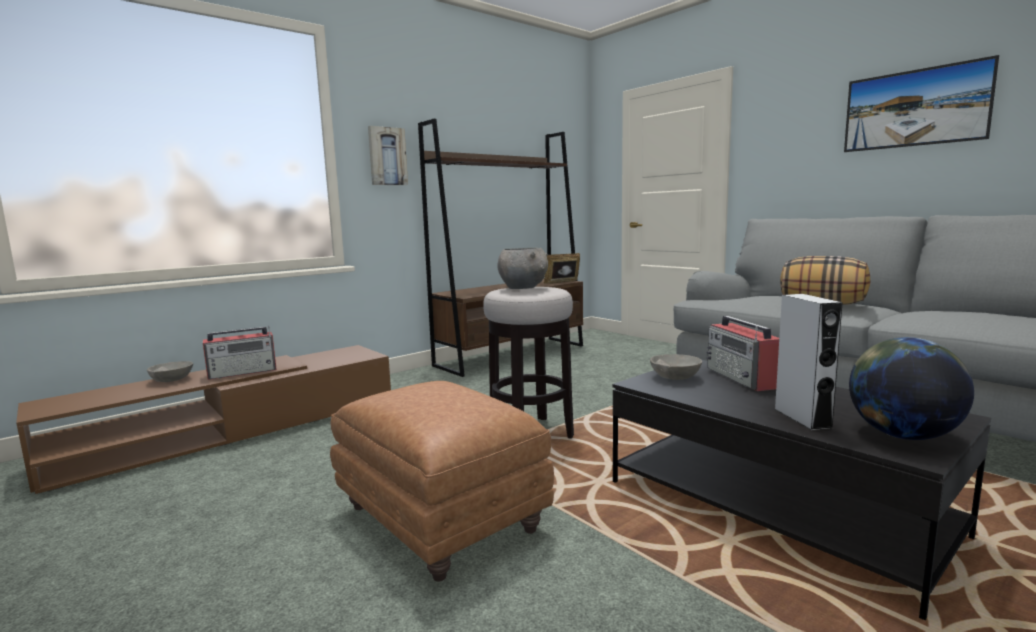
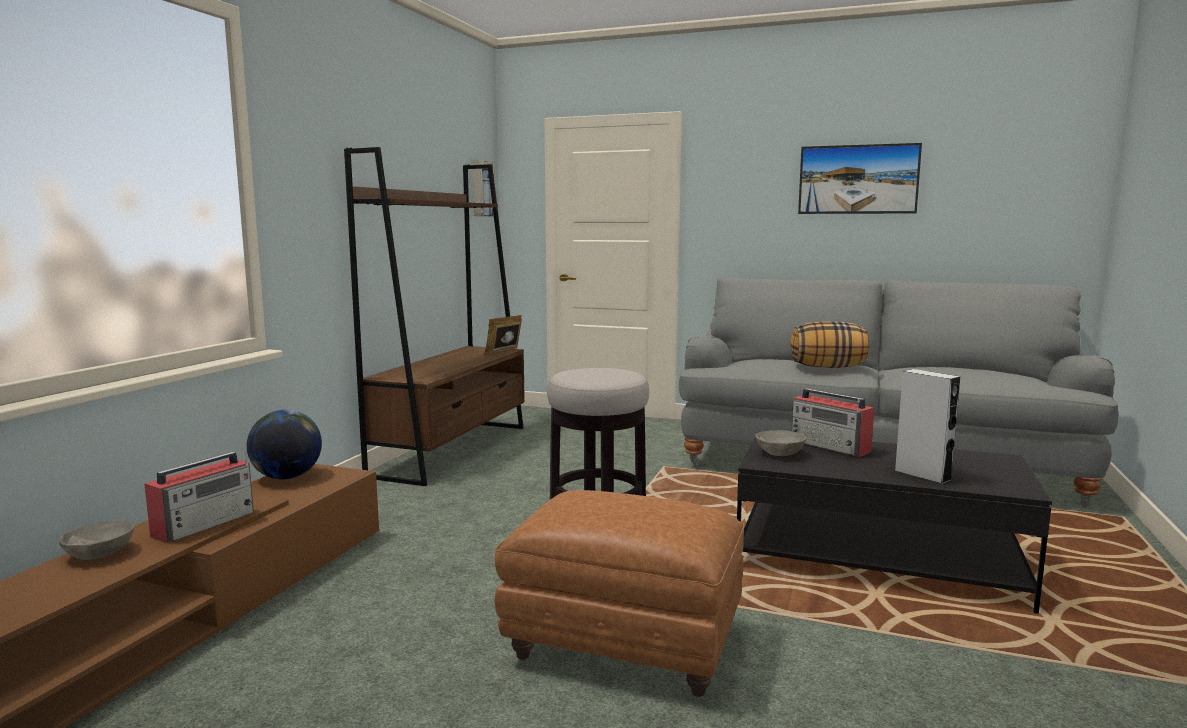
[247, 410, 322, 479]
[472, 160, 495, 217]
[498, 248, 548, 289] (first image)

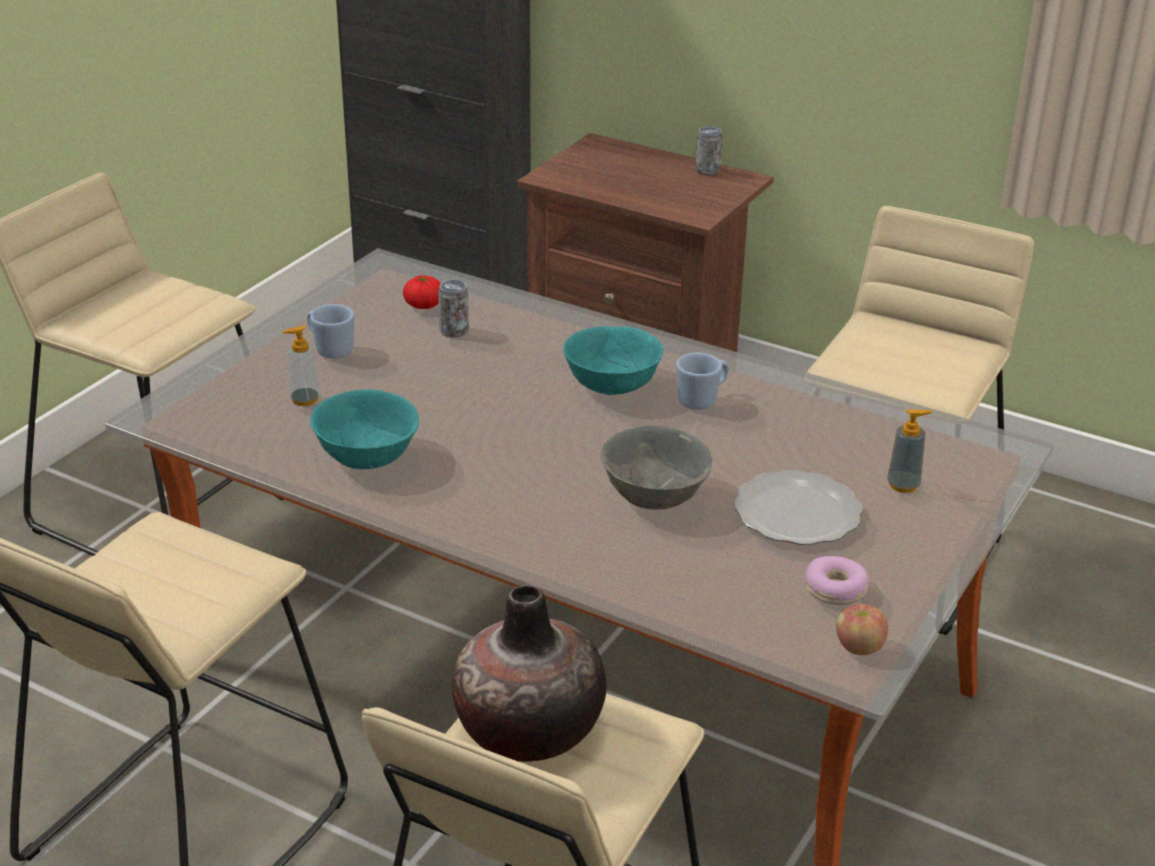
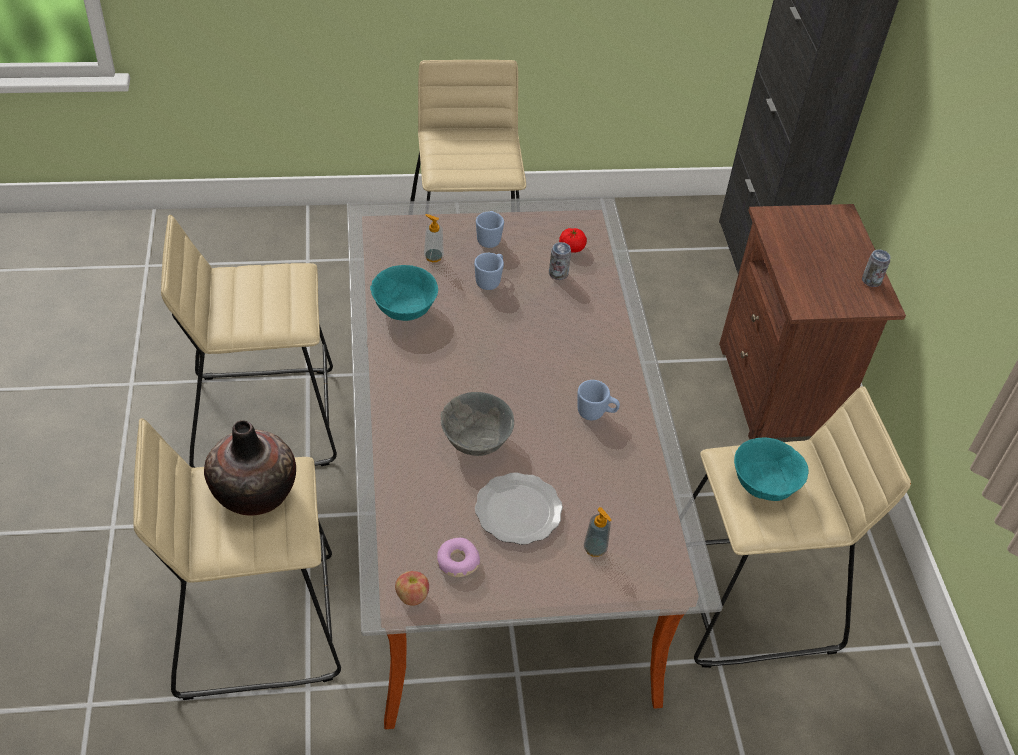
[474, 253, 504, 290]
[734, 437, 809, 501]

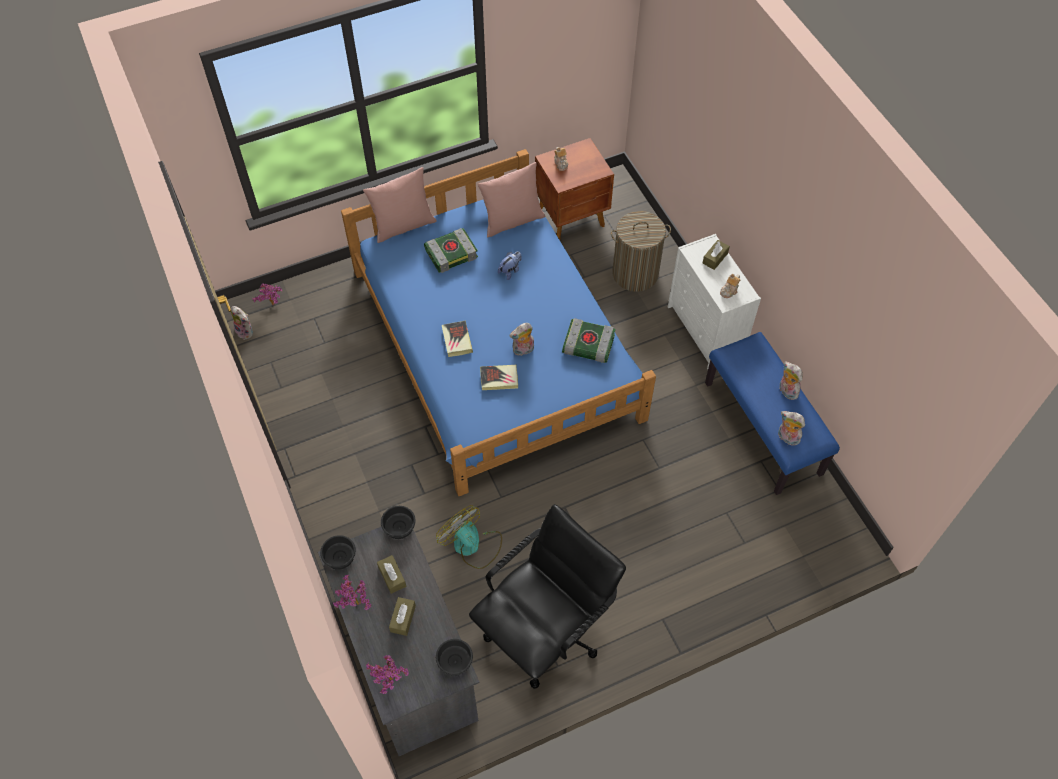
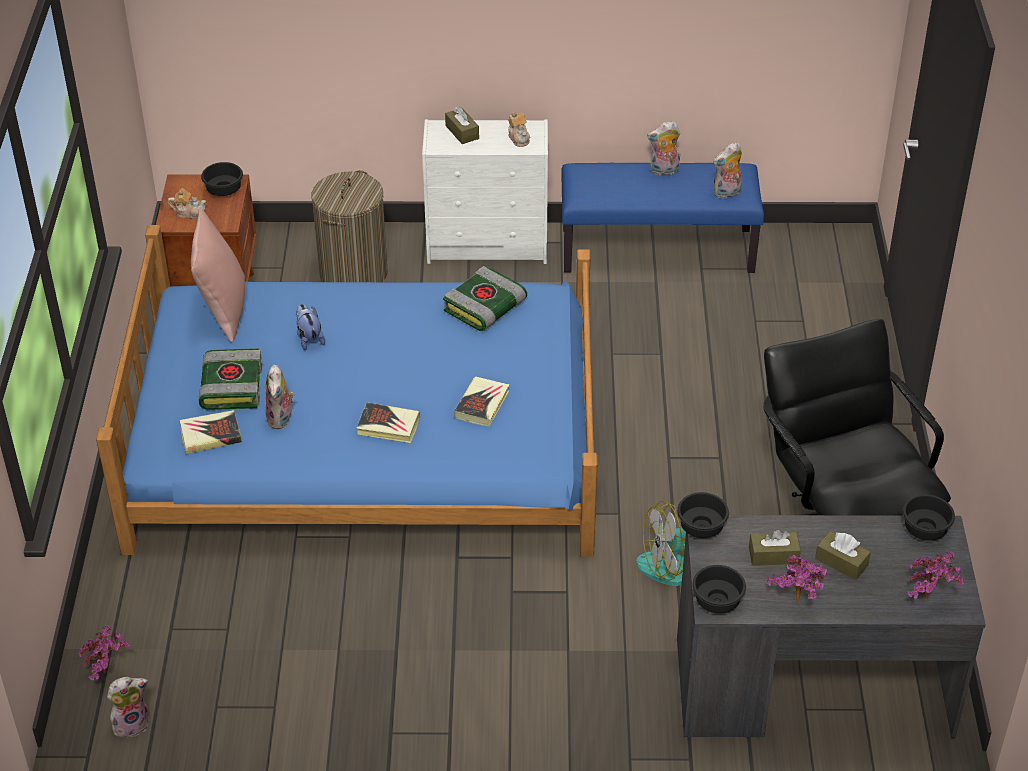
[180, 410, 242, 454]
[201, 162, 243, 196]
[265, 364, 294, 429]
[363, 167, 437, 243] (first image)

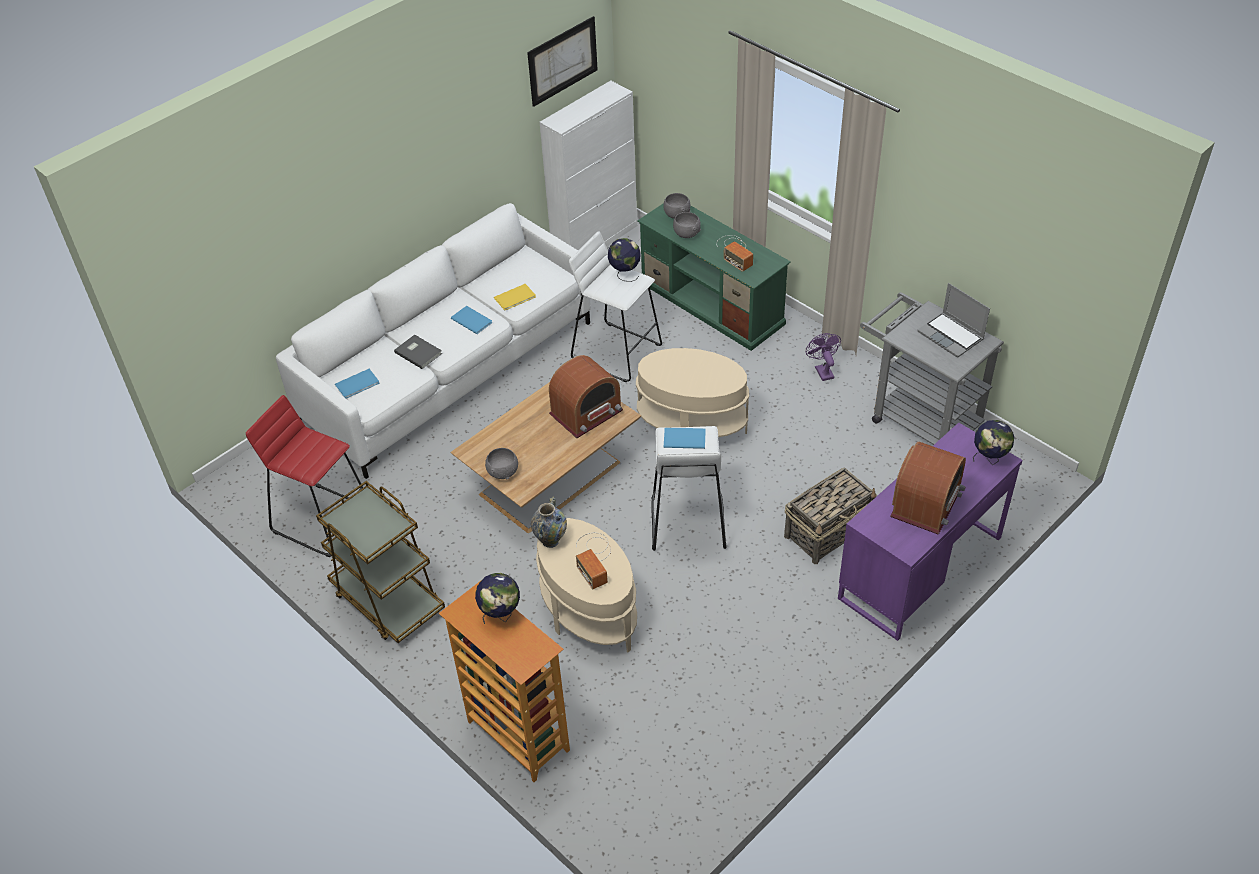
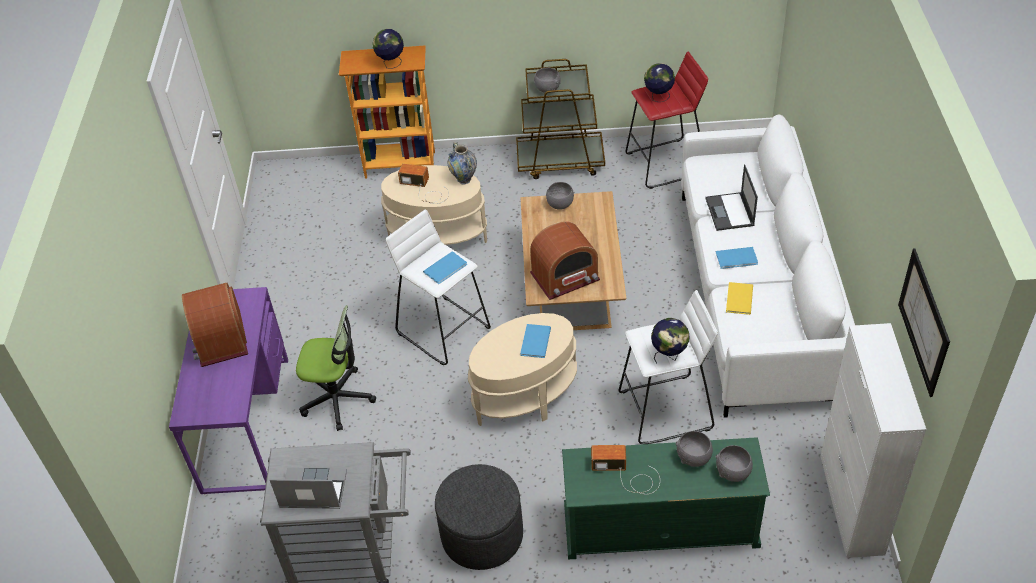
[296, 305, 376, 431]
[435, 464, 523, 570]
[520, 324, 551, 358]
[530, 221, 600, 300]
[534, 68, 561, 93]
[644, 63, 675, 102]
[705, 164, 758, 231]

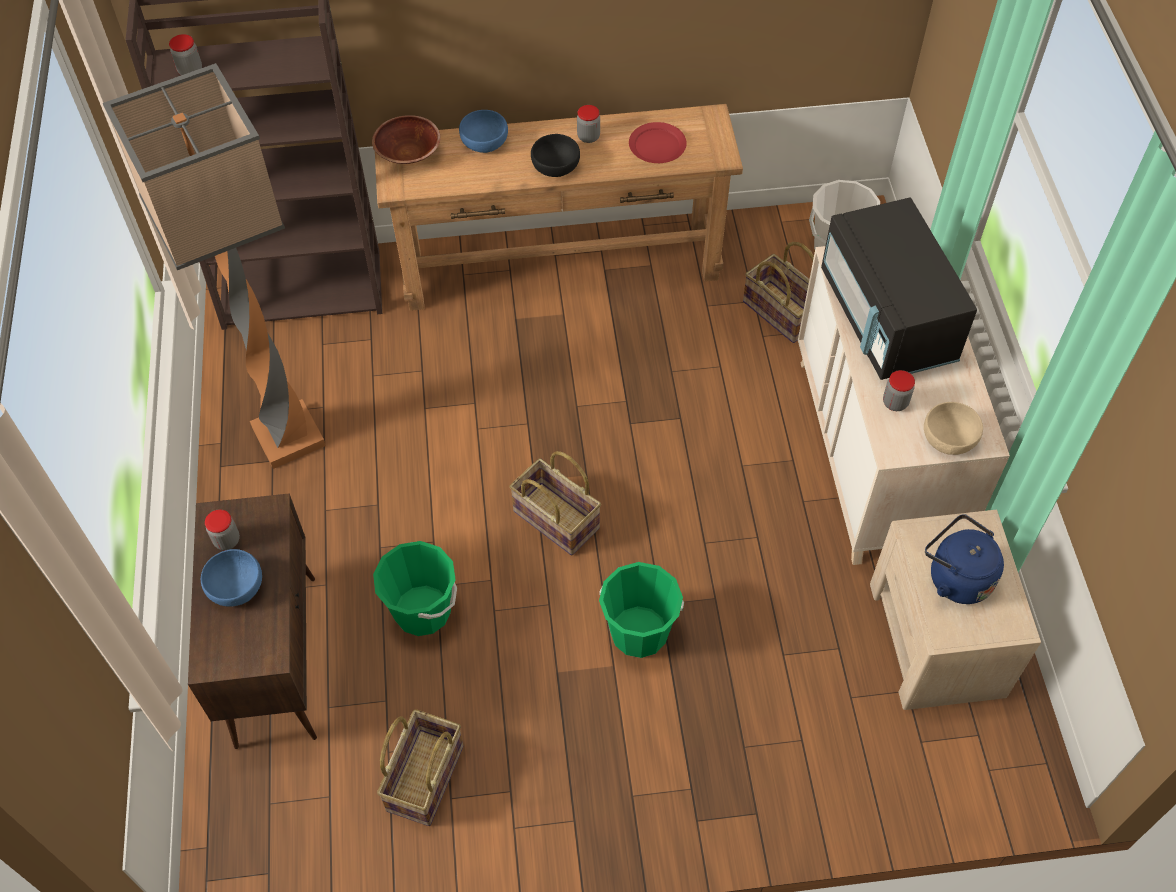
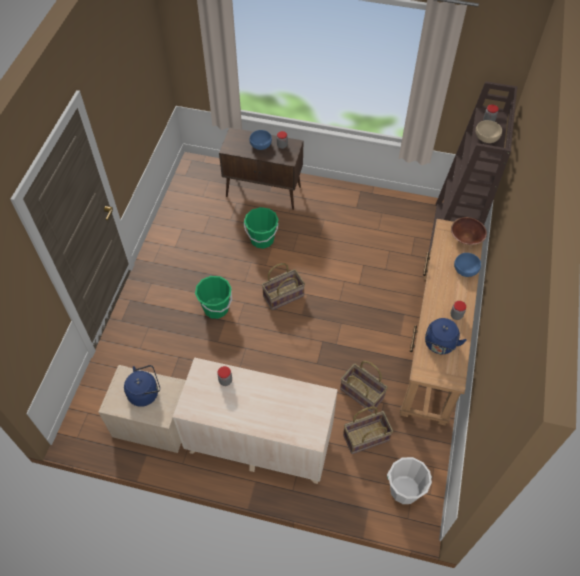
[340, 361, 388, 412]
[425, 318, 467, 354]
[476, 120, 502, 143]
[103, 63, 326, 469] (first image)
[531, 134, 580, 177] (first image)
[821, 198, 977, 380] (first image)

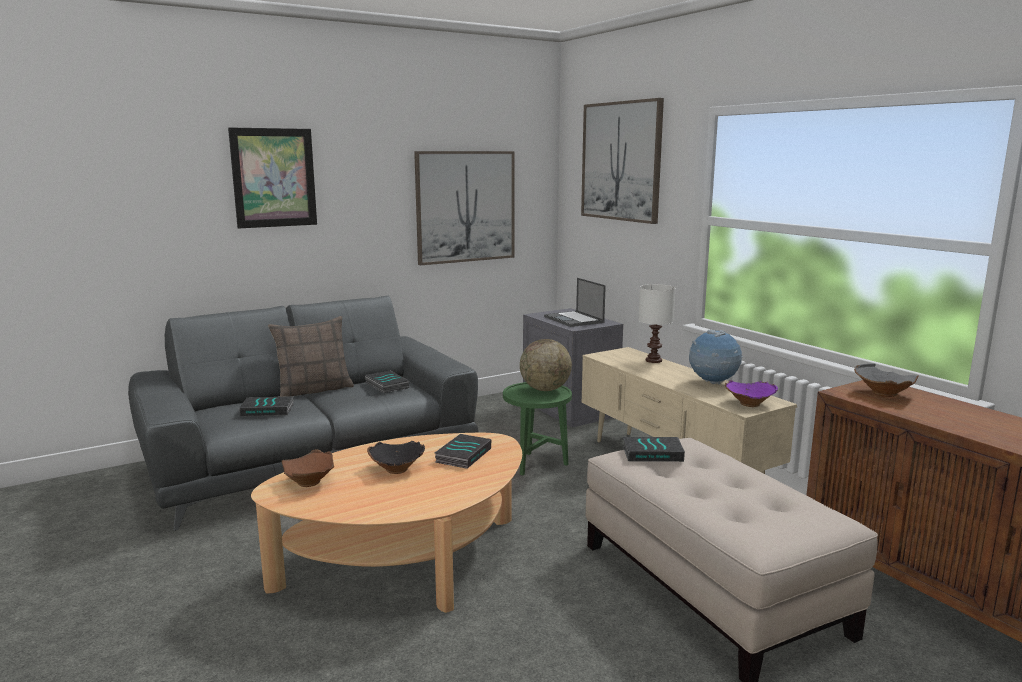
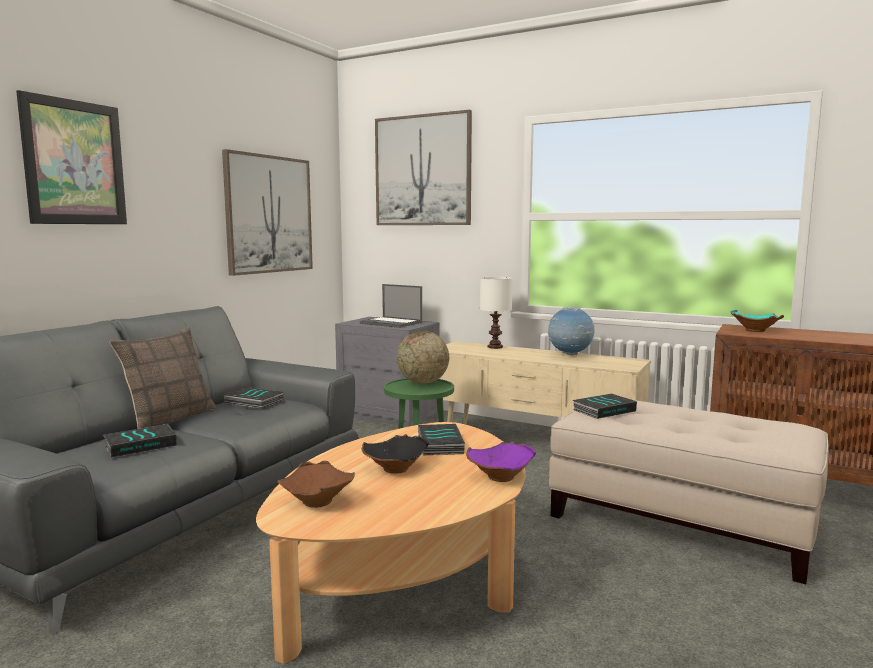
[466, 441, 536, 482]
[730, 309, 784, 332]

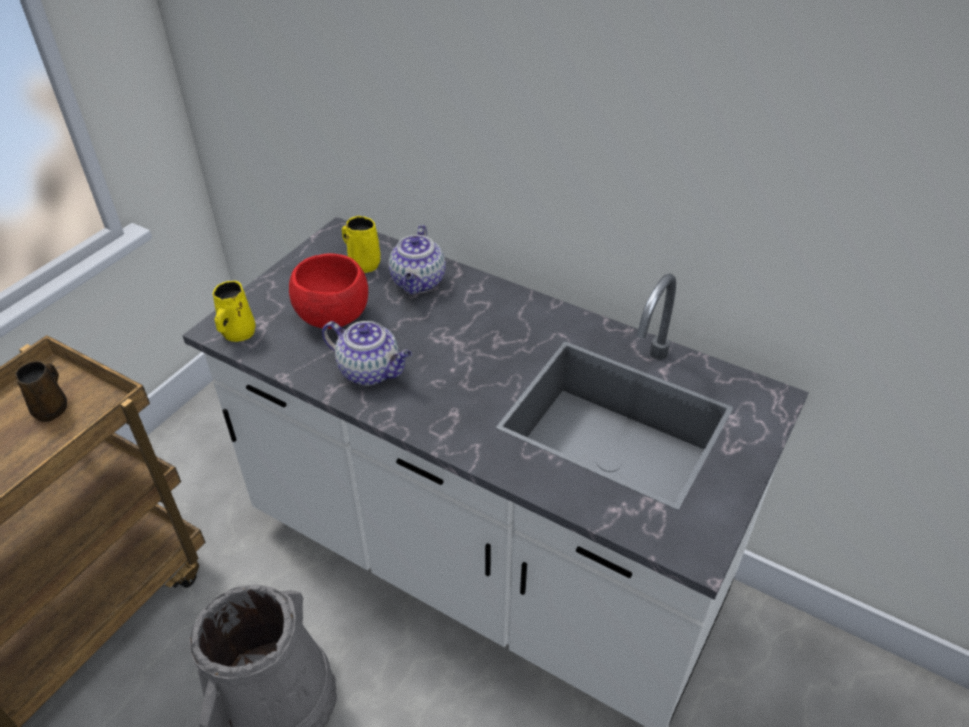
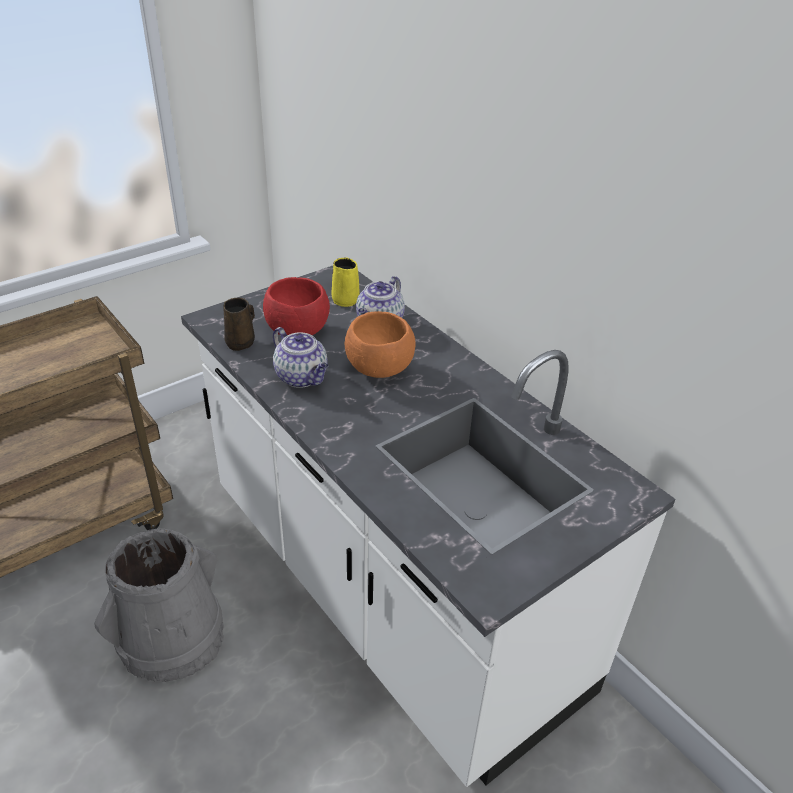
[224, 298, 255, 351]
[345, 311, 416, 378]
[212, 281, 256, 342] (first image)

